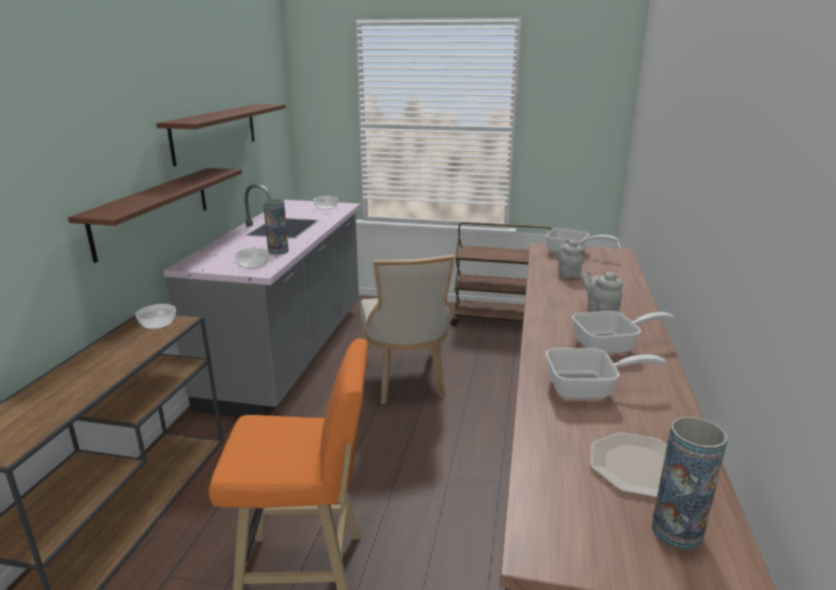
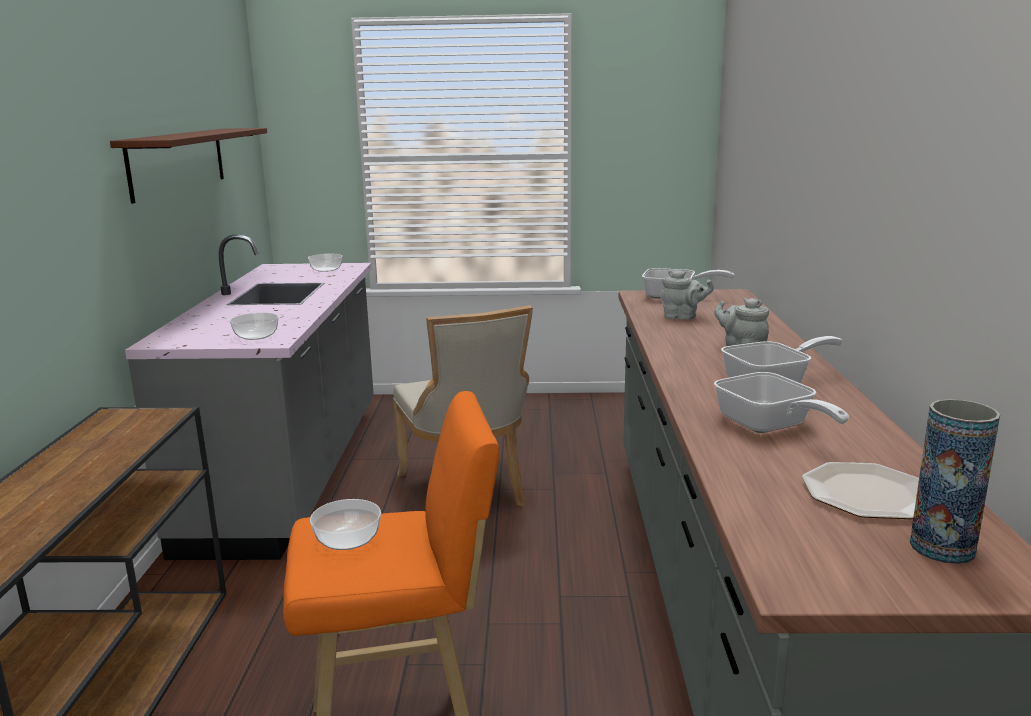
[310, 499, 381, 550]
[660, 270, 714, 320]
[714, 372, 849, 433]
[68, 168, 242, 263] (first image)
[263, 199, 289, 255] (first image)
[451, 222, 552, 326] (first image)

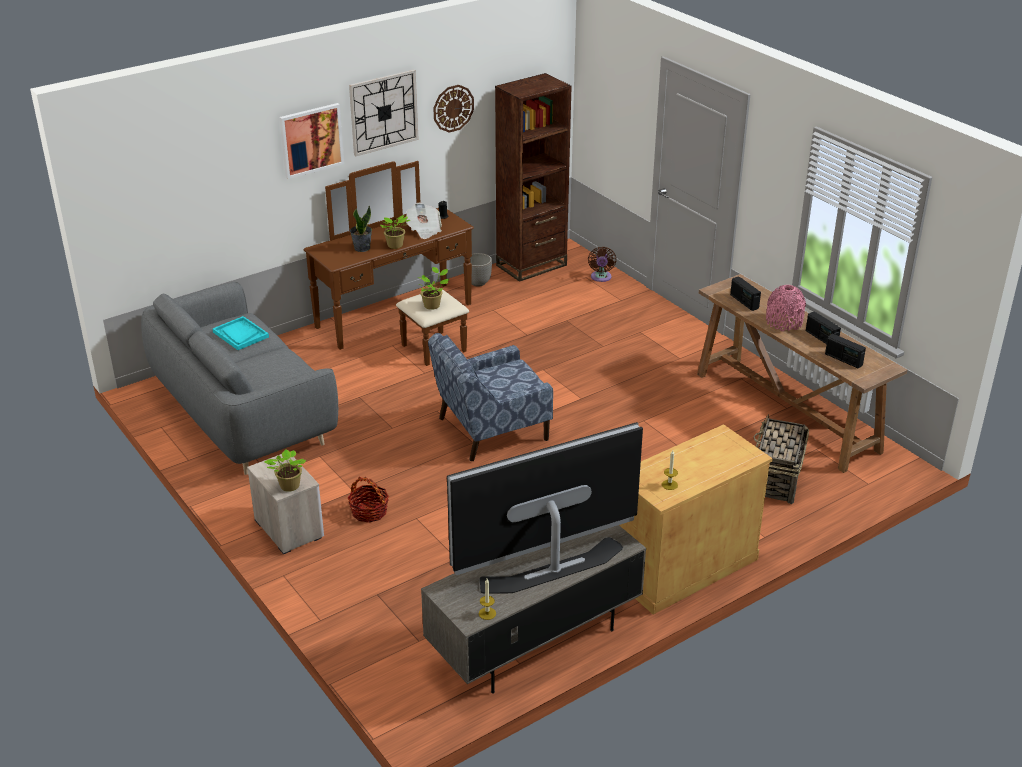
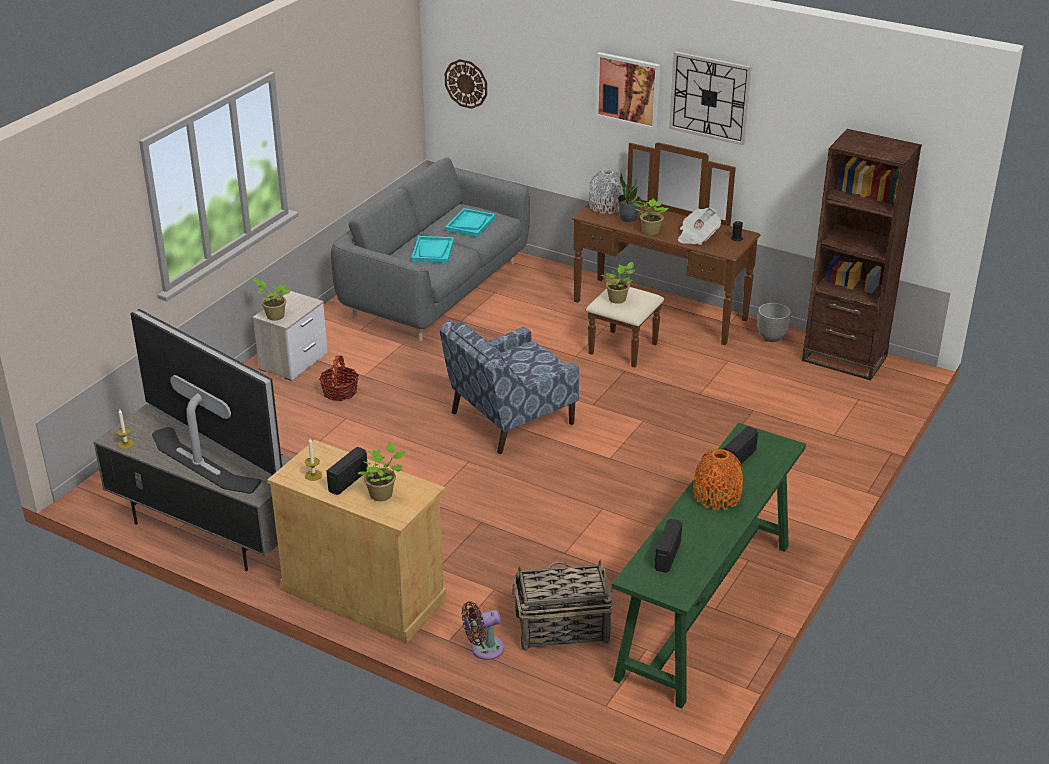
[327, 447, 368, 495]
[358, 442, 406, 501]
[411, 236, 454, 263]
[440, 320, 579, 454]
[445, 59, 487, 109]
[462, 602, 504, 660]
[589, 169, 624, 214]
[612, 423, 806, 709]
[693, 449, 743, 510]

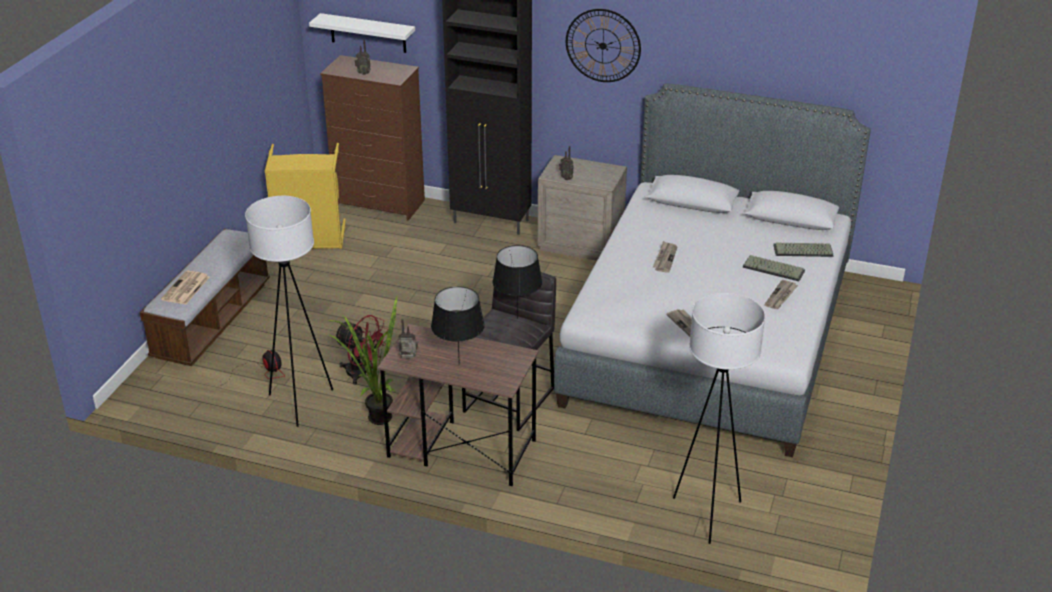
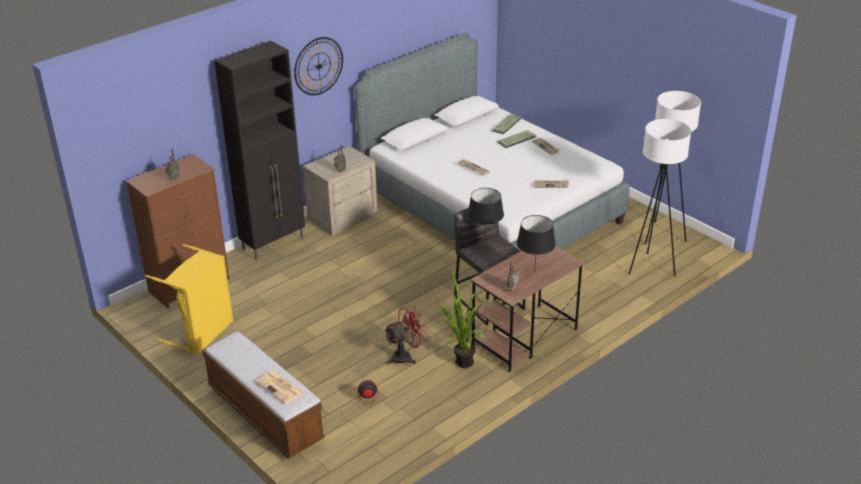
[645, 91, 701, 245]
[309, 13, 415, 53] (first image)

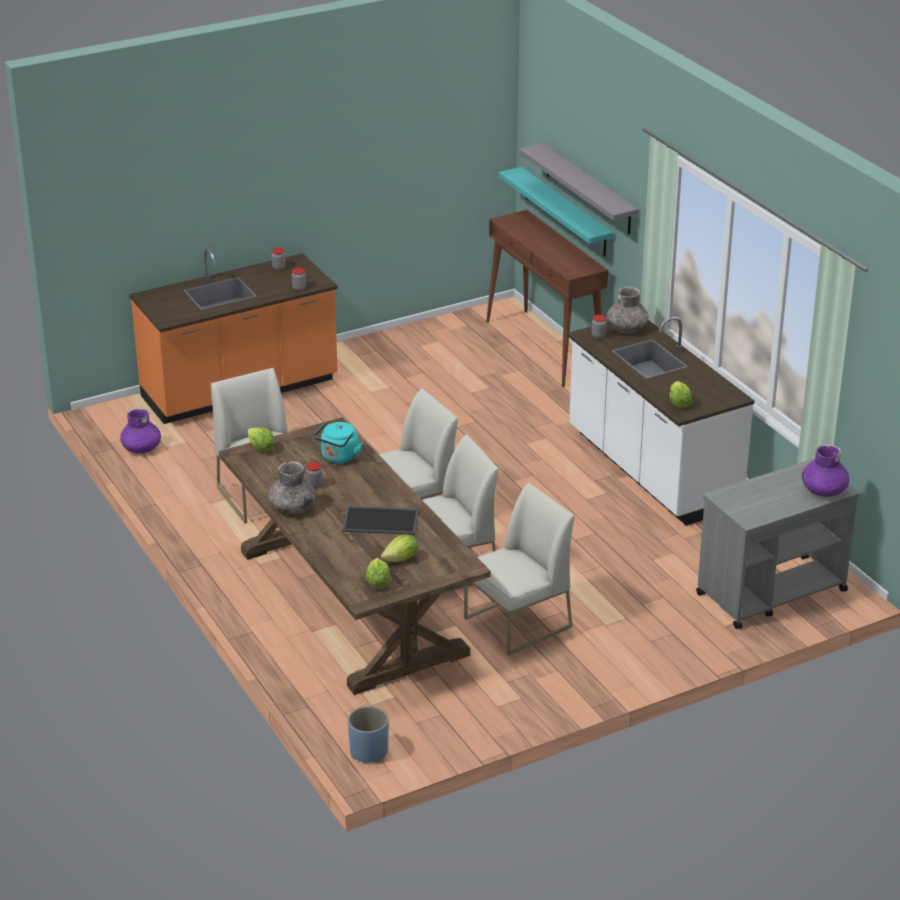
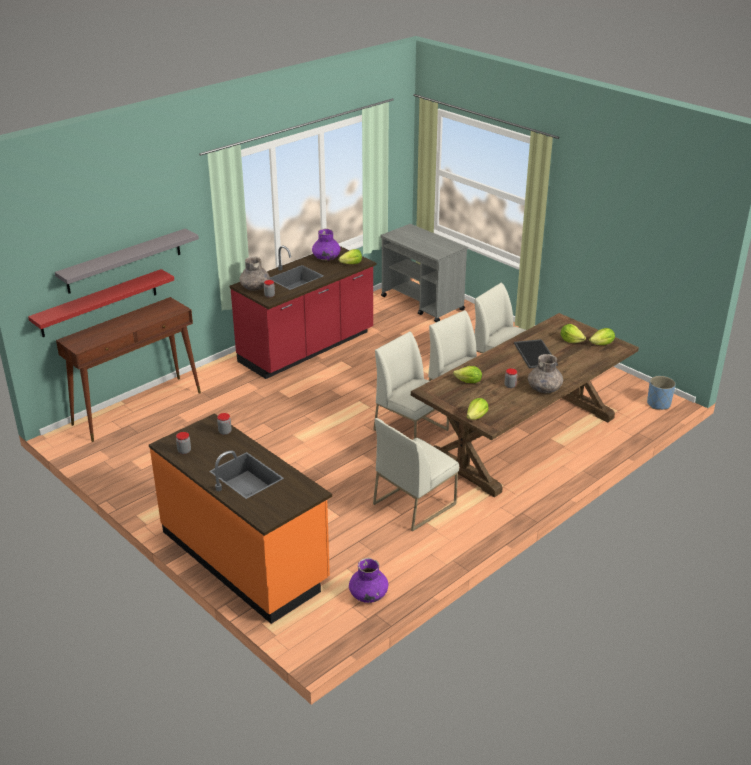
[28, 269, 174, 337]
[230, 245, 376, 379]
[312, 228, 340, 261]
[453, 366, 482, 383]

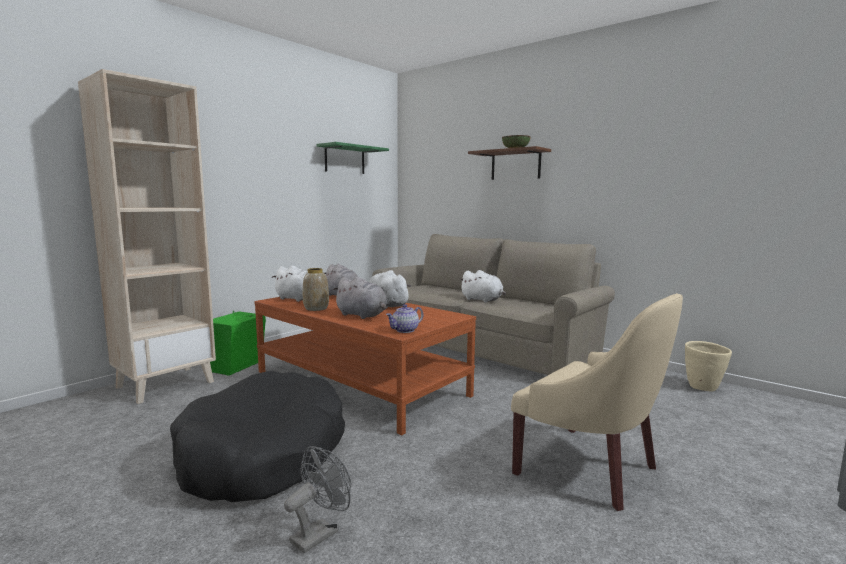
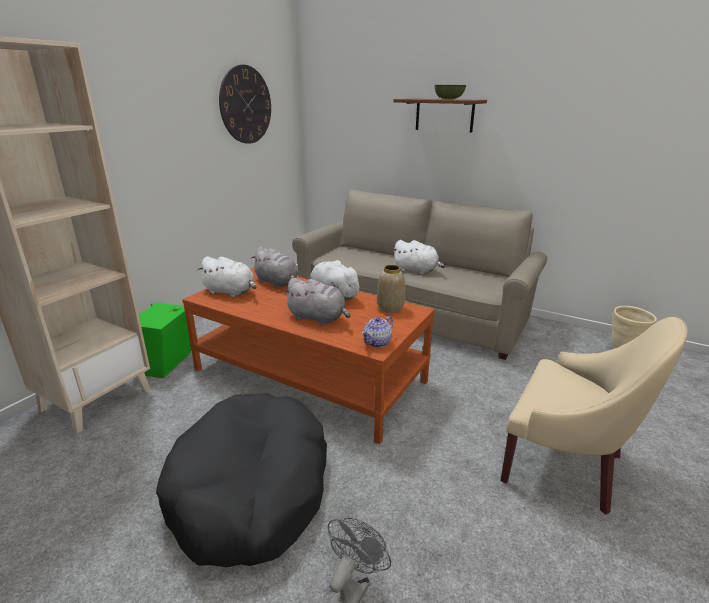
[219, 65, 271, 144]
[377, 265, 405, 313]

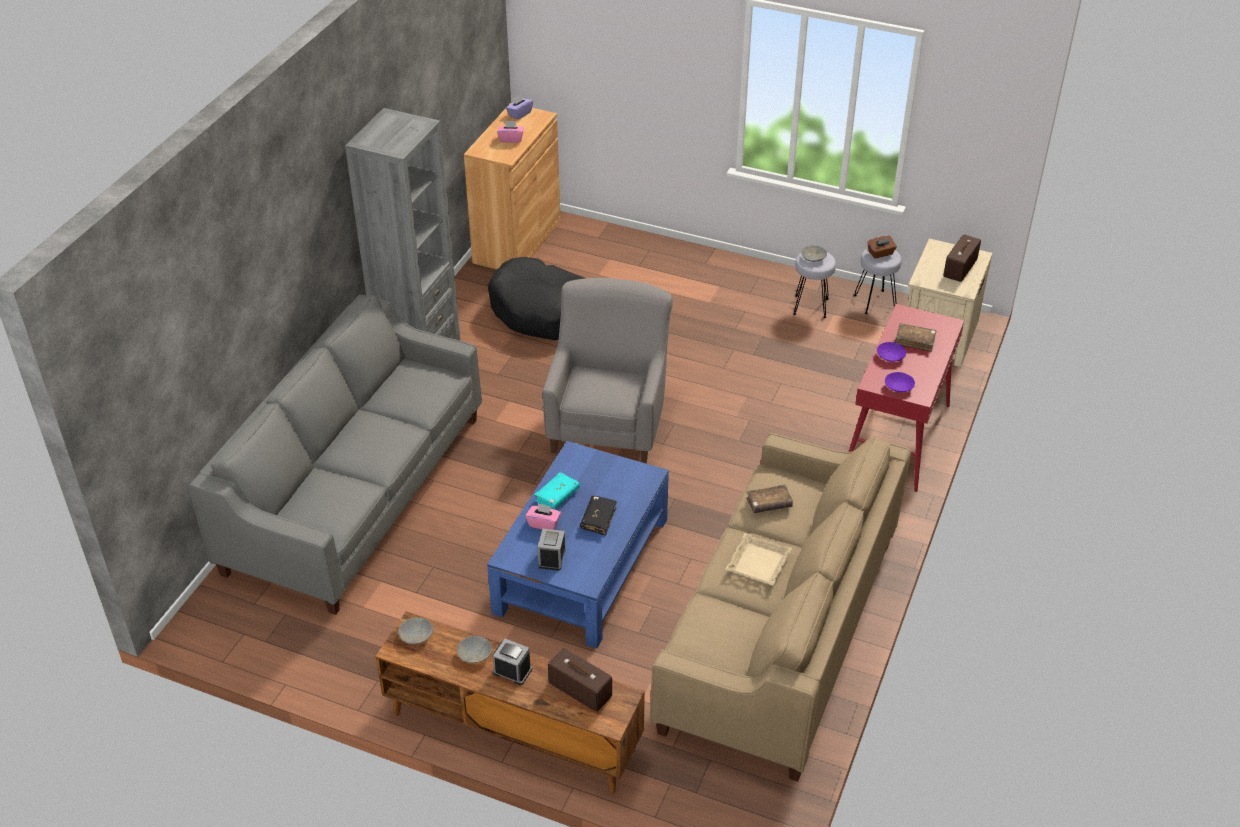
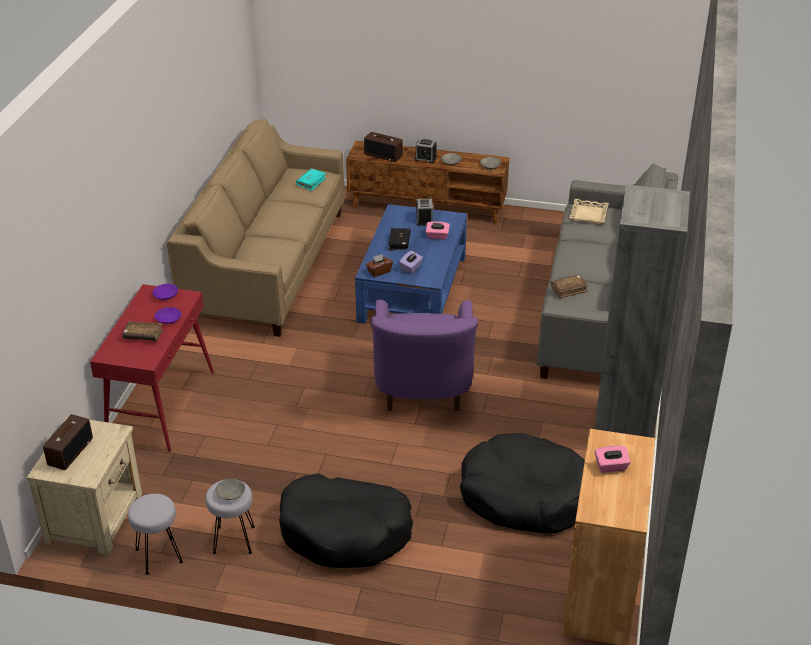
[279, 473, 413, 568]
[296, 168, 326, 191]
[366, 254, 393, 277]
[371, 300, 478, 411]
[399, 251, 423, 274]
[551, 275, 588, 299]
[569, 199, 609, 224]

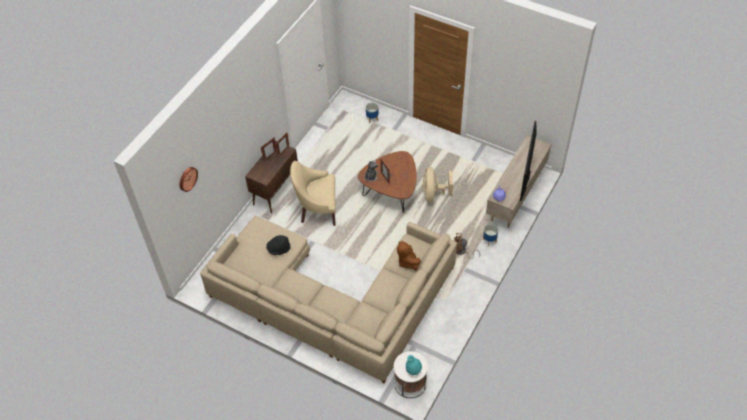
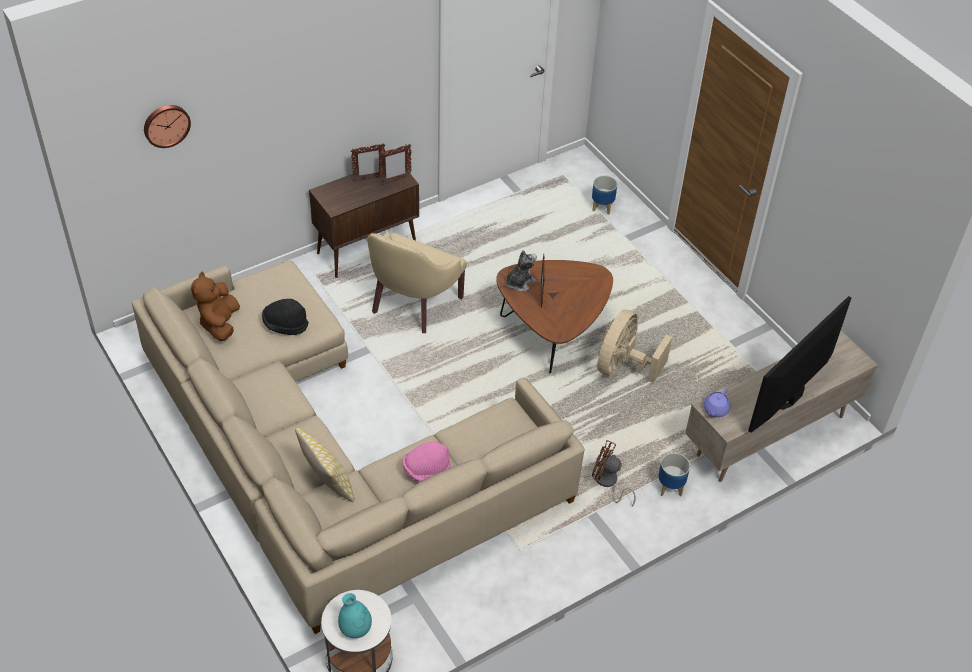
[191, 272, 240, 341]
[295, 428, 355, 502]
[367, 232, 467, 333]
[402, 442, 451, 482]

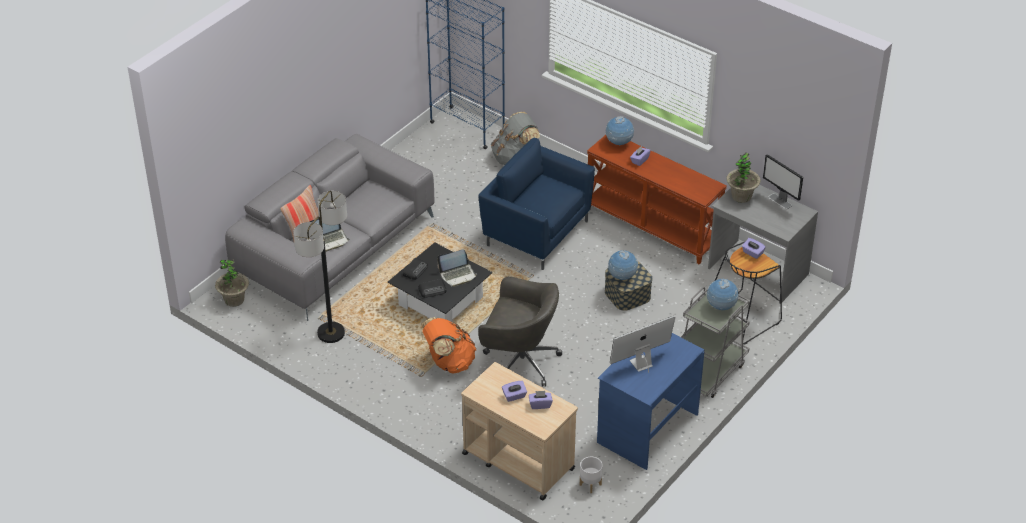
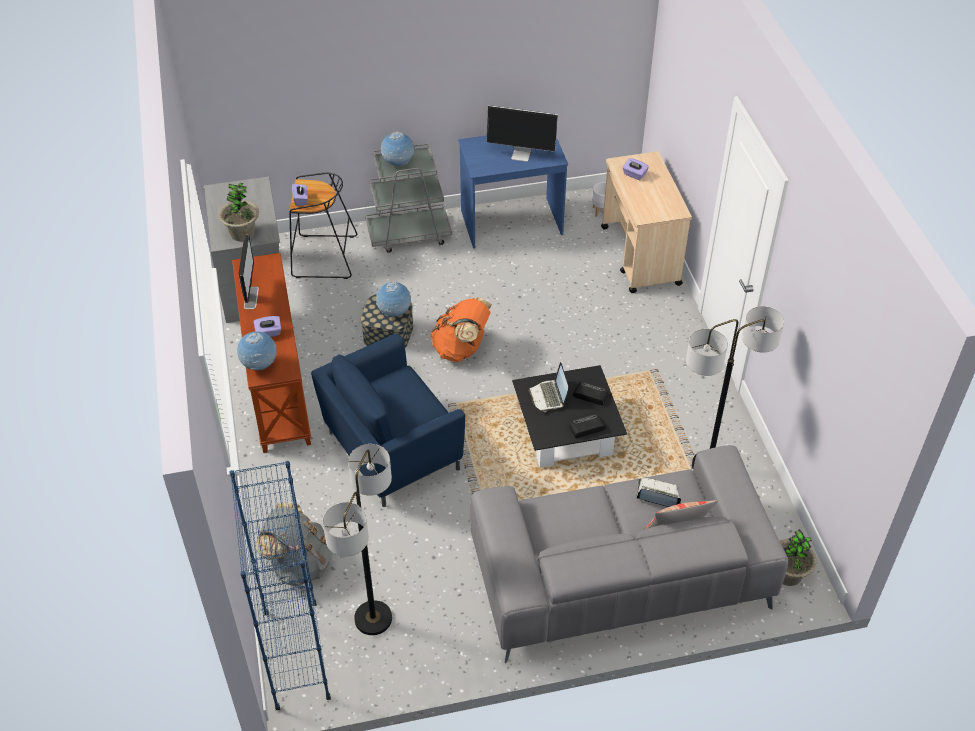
[239, 235, 259, 309]
[311, 334, 465, 507]
[323, 444, 392, 635]
[430, 297, 492, 362]
[529, 362, 568, 412]
[478, 276, 562, 387] (first image)
[502, 381, 527, 402] (first image)

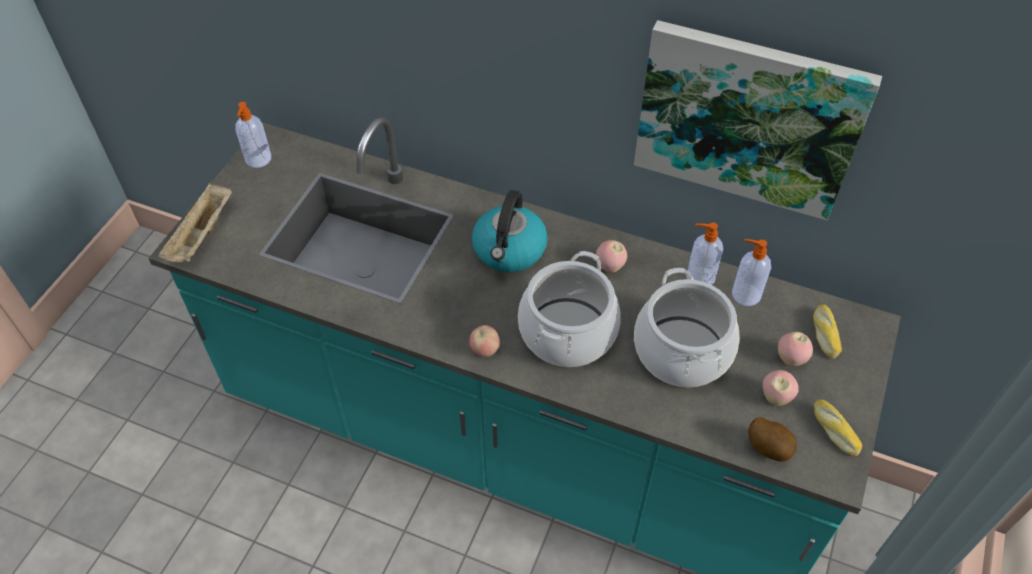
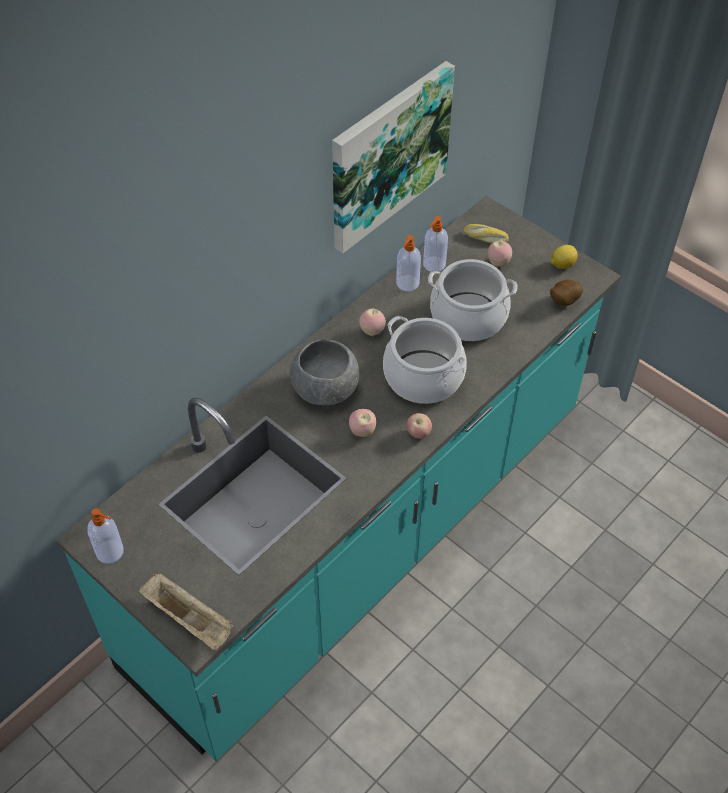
[290, 339, 359, 405]
[349, 409, 376, 437]
[551, 245, 578, 269]

